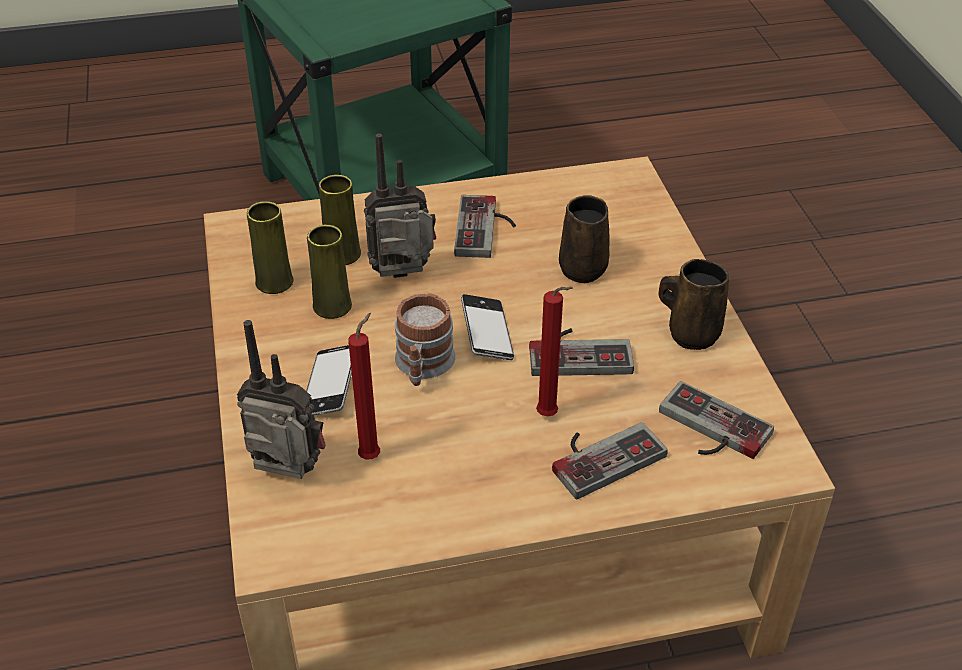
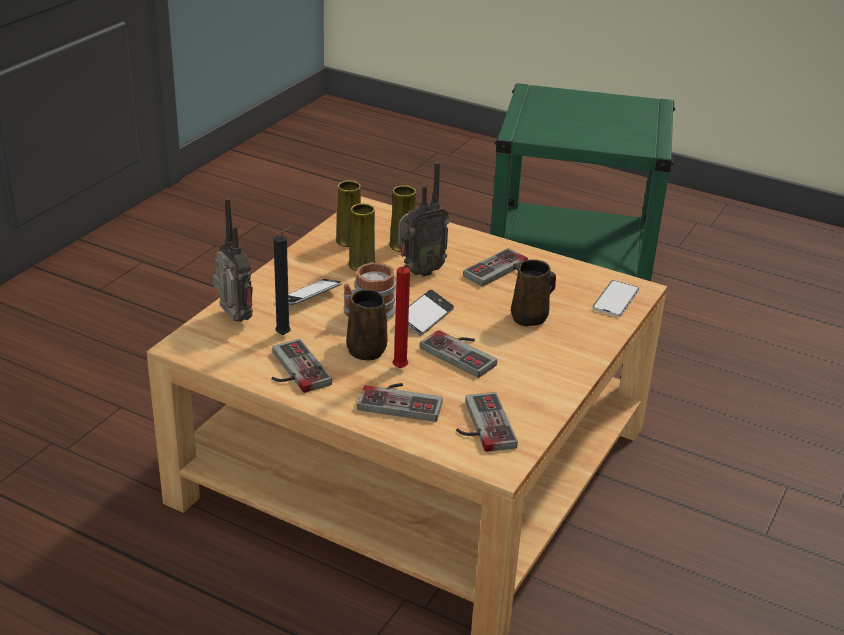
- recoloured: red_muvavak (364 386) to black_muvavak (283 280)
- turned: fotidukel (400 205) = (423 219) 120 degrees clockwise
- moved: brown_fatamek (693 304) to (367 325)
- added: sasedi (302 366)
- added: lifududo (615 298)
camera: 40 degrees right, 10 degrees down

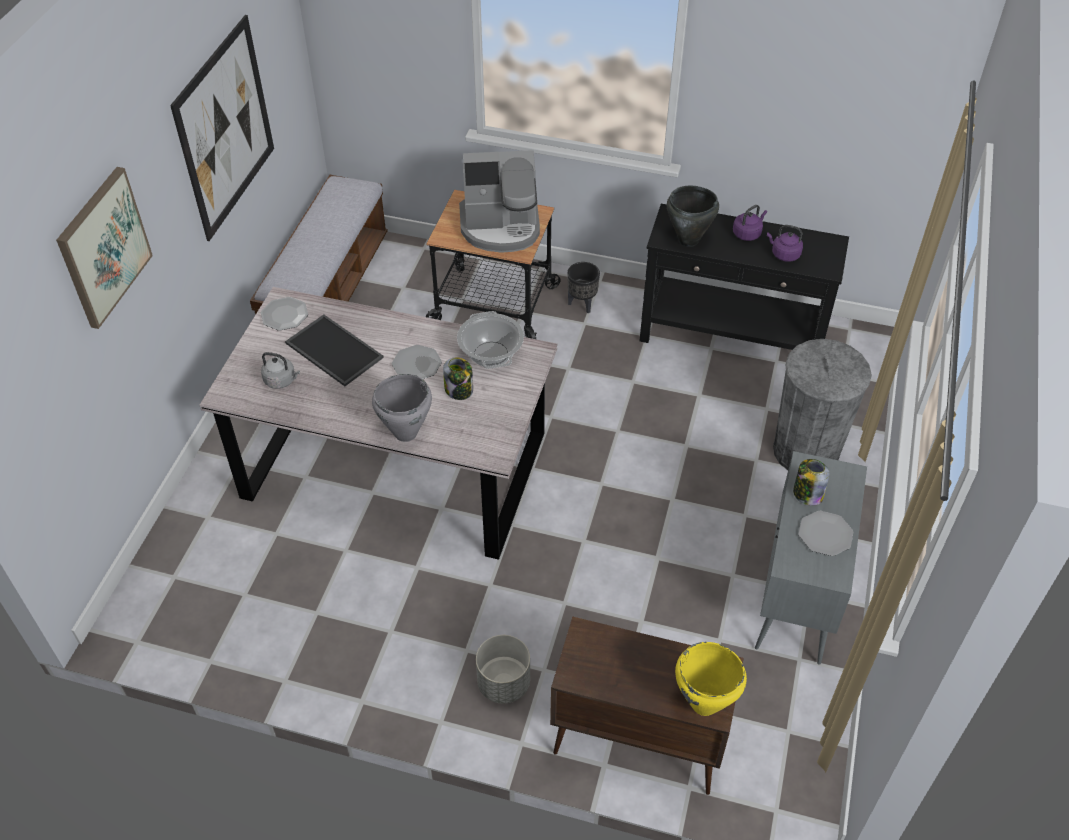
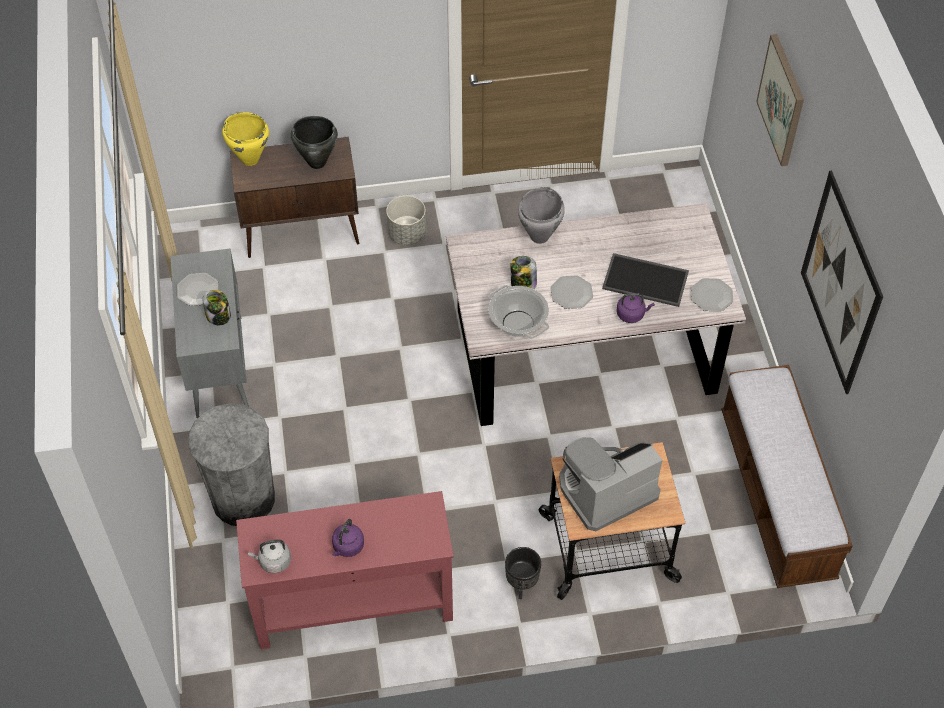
- moved: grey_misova (280 370) to (269 556)
- recoloured: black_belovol (744 277) to red_belovol (345 570)
- moved: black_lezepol (693 216) to (314 142)
- moved: purple_misova (785 243) to (635 308)
camera: 155 degrees right, 5 degrees up

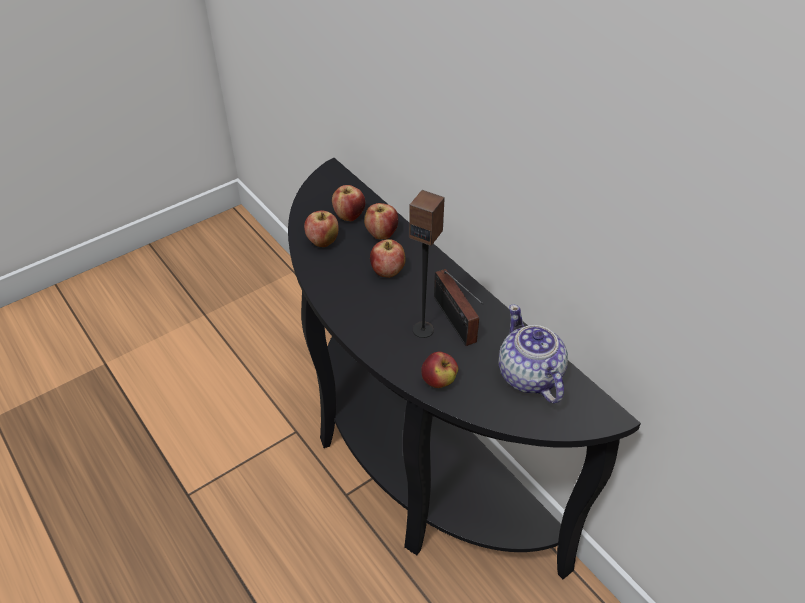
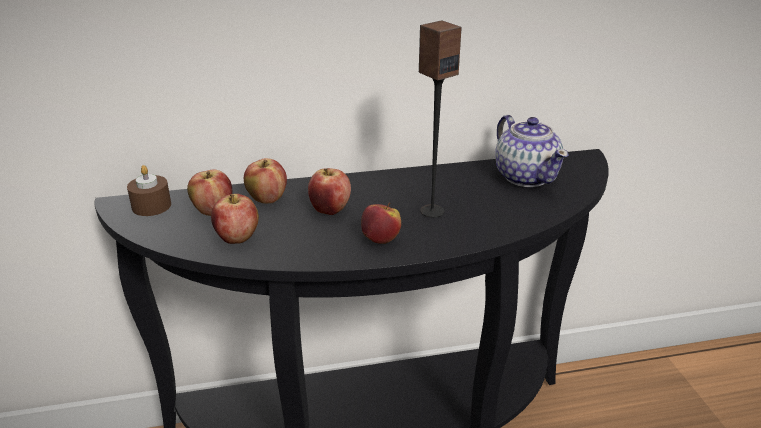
- moved: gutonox (439 370) to (381 223)
- removed: fotidukel (458 307)
- turned: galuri (533 354) = (532 151) 120 degrees counterclockwise
- added: brown_muvavak (149 190)
camera: 65 degrees left, 15 degrees down

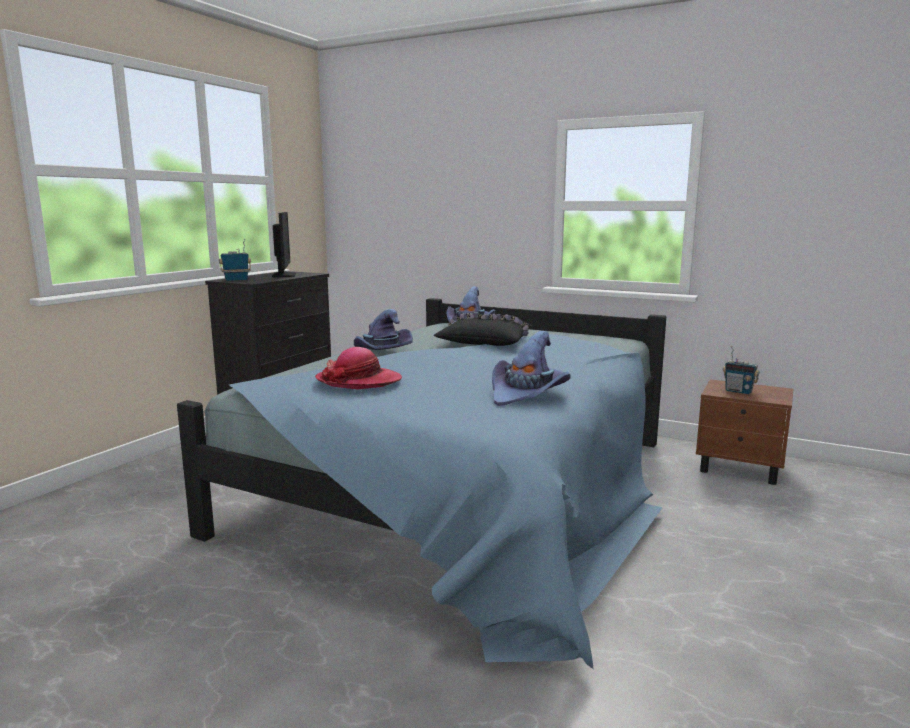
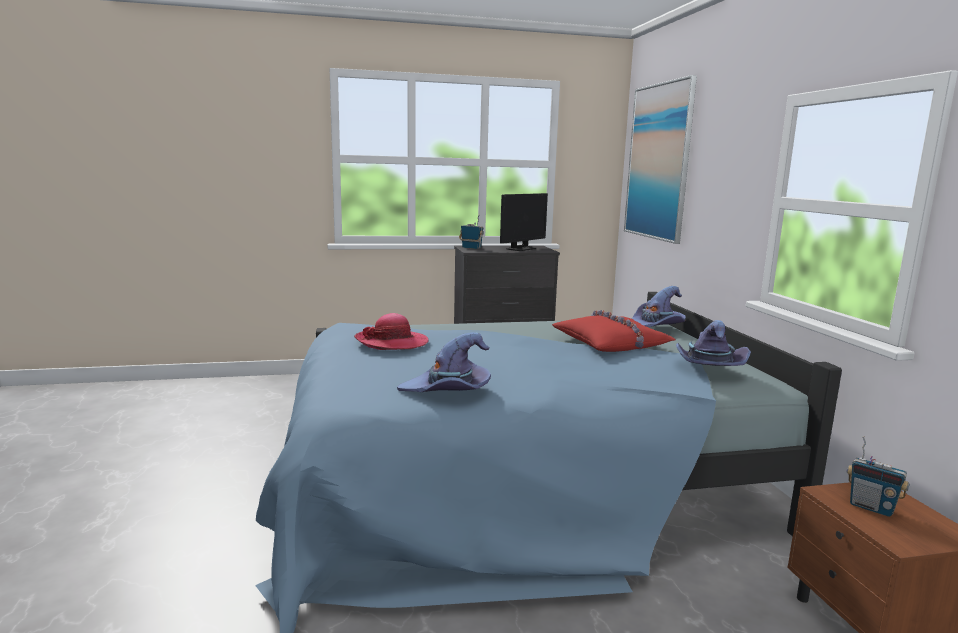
- moved: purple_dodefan (383 329) to (713 343)
- recoloured: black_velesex (483 329) to red_velesex (614 331)
- turned: fotidukel (741 370) = (878 476) 45 degrees counterclockwise
- added: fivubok (660 159)
camera: 50 degrees right, 0 degrees up

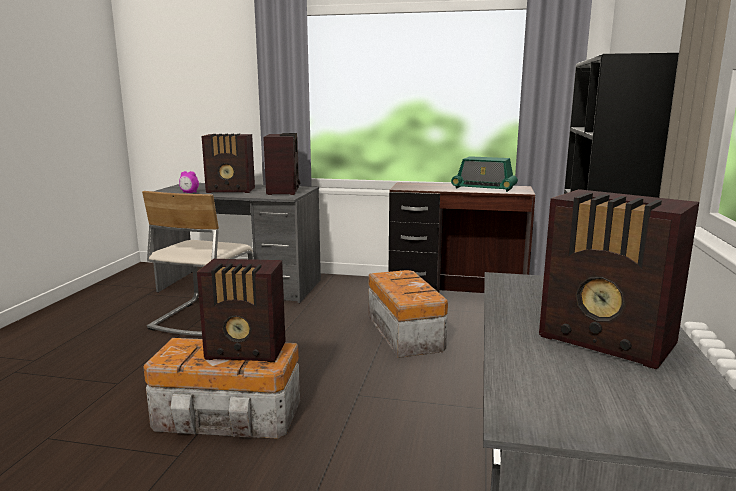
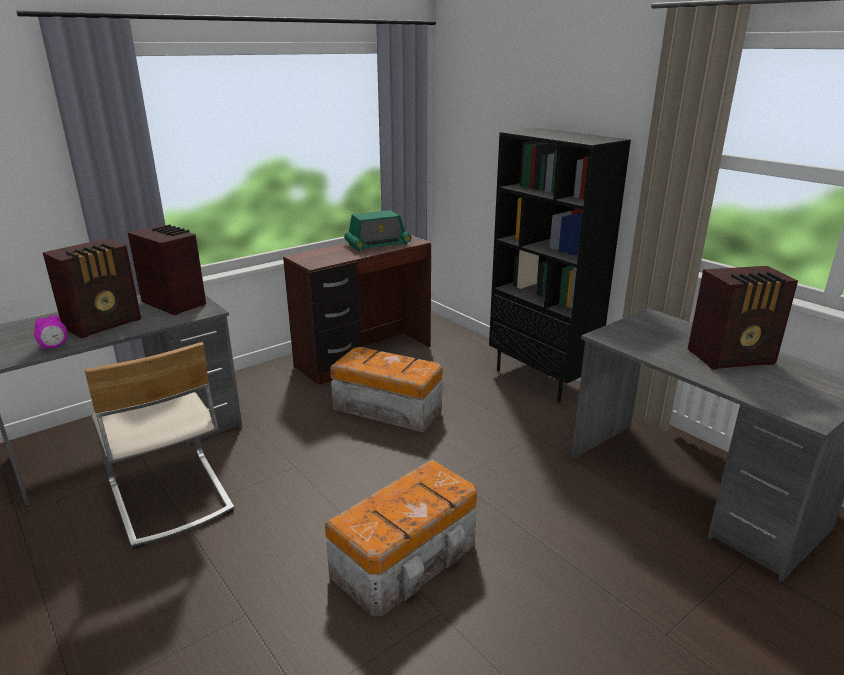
- removed: fotidukel (241 310)
camera: 50 degrees left, 10 degrees up

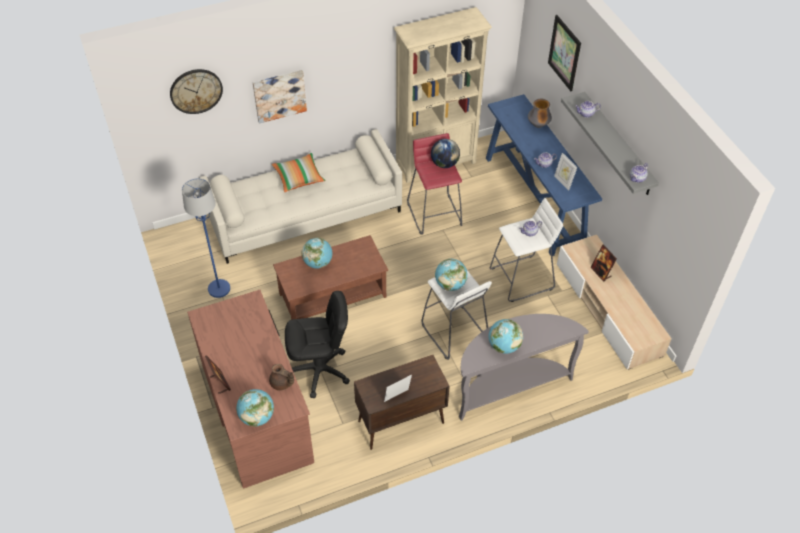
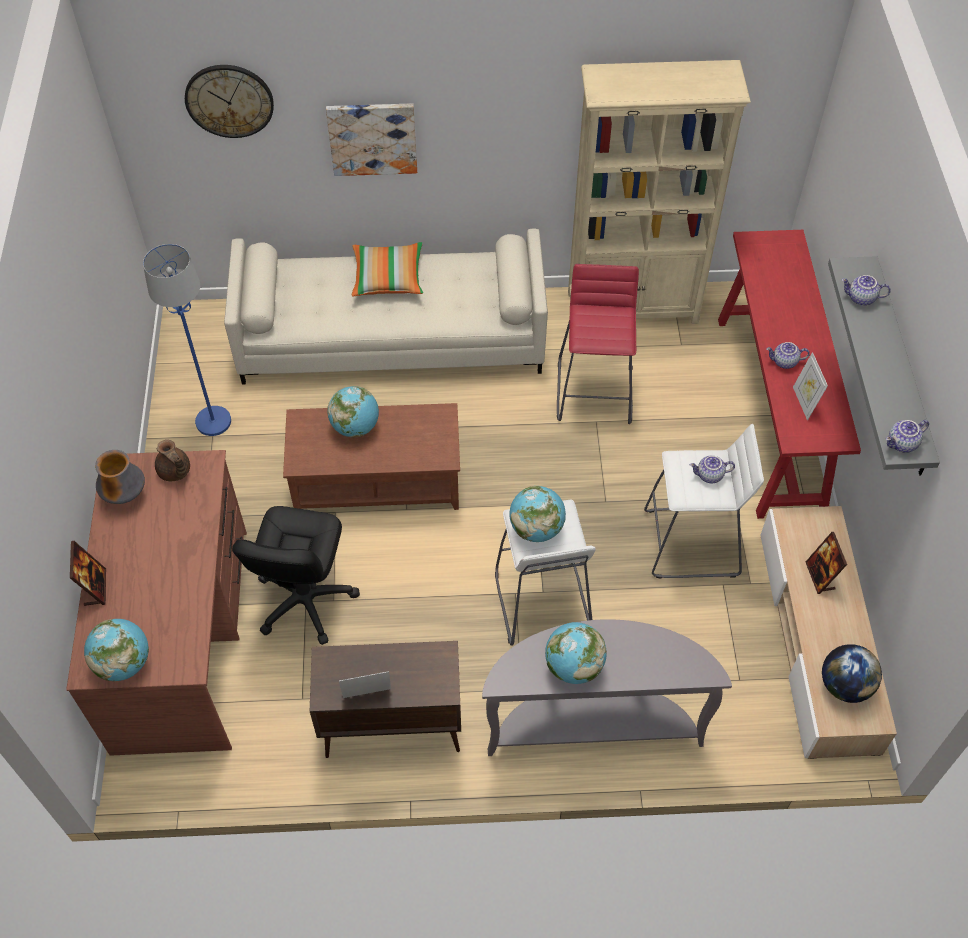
- moved: brown_galuri (281 377) to (172 460)
- turned: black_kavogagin (317 344) = (296 575) 90 degrees clockwise
- moved: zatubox (445 153) to (852 673)
- recoloured: blue_belovol (544 175) to red_belovol (789 374)
- moved: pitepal (540 113) to (120 477)
- removed: fivubok (564 53)
camera: 20 degrees right, 5 degrees up

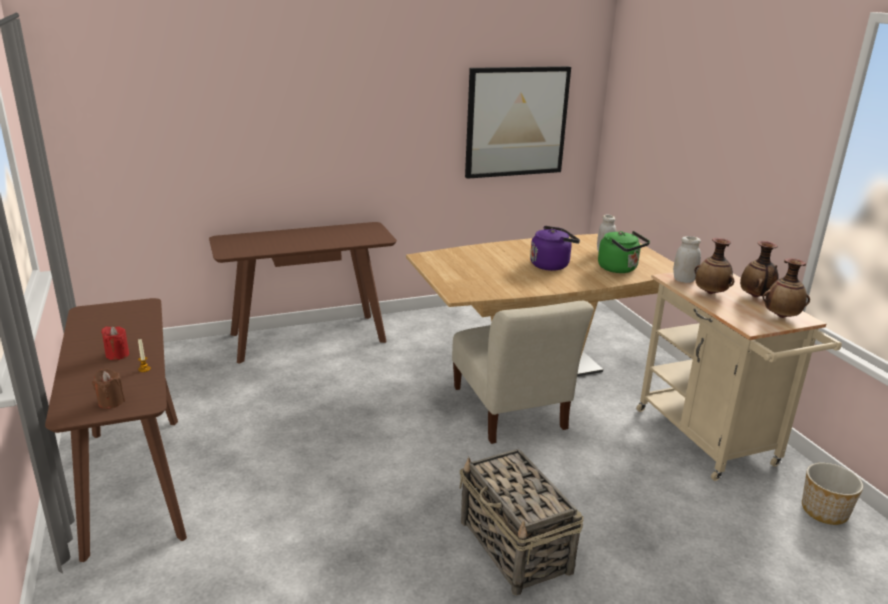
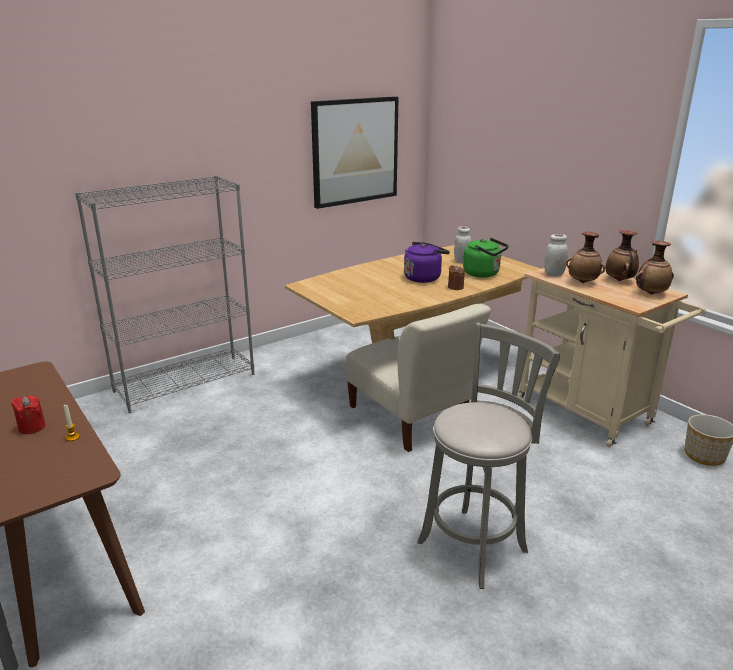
- moved: brown_muvavak (108 388) to (456 277)
- replaced: brown_belovol (303 293) to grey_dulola (165 294)
- replaced: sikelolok (522 522) to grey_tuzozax (488 456)
camera: 15 degrees left, 0 degrees up

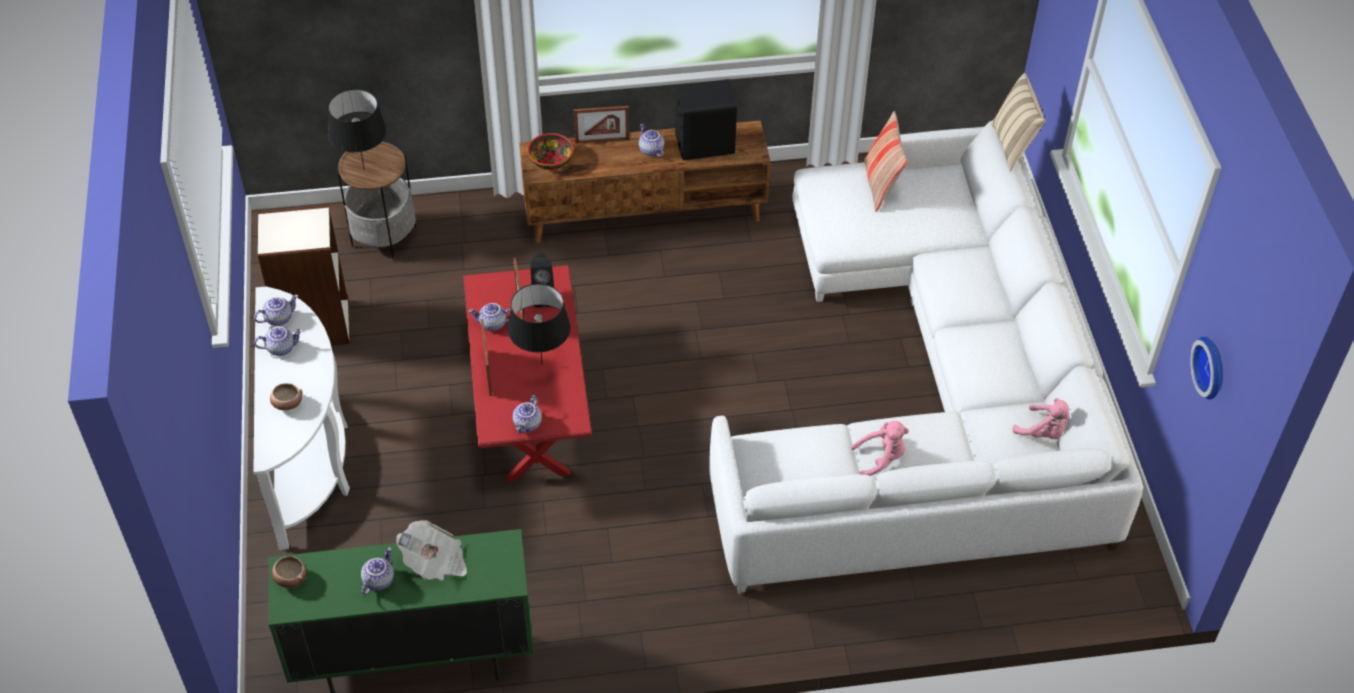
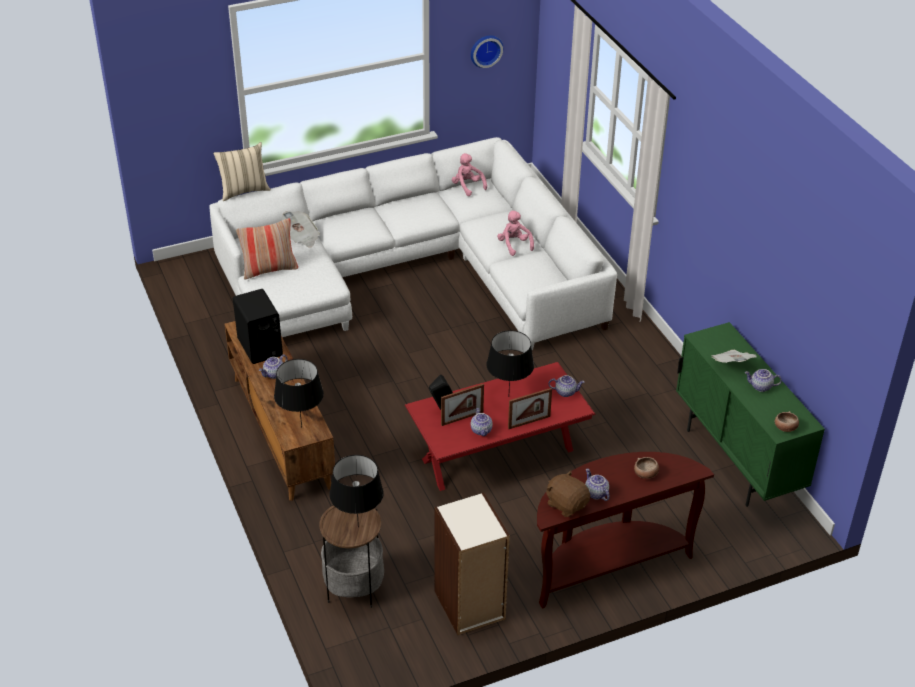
- recoloured: white_belovol (301 418) to brown_belovol (625 530)
- replaced: galuri (276 310) to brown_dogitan (568 494)
- replaced: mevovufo (550 151) to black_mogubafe (299 393)
- removed: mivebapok (601 125)
- turned: pink_dogitan (1041 418) = (469 174) 60 degrees counterclockwise
- added: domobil (301 229)
camera: 105 degrees left, 10 degrees down

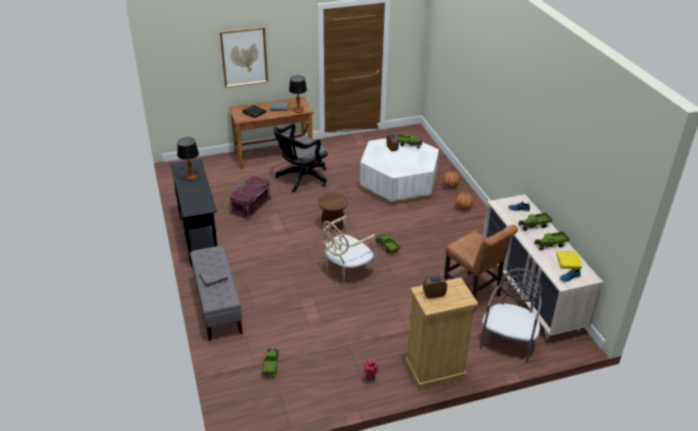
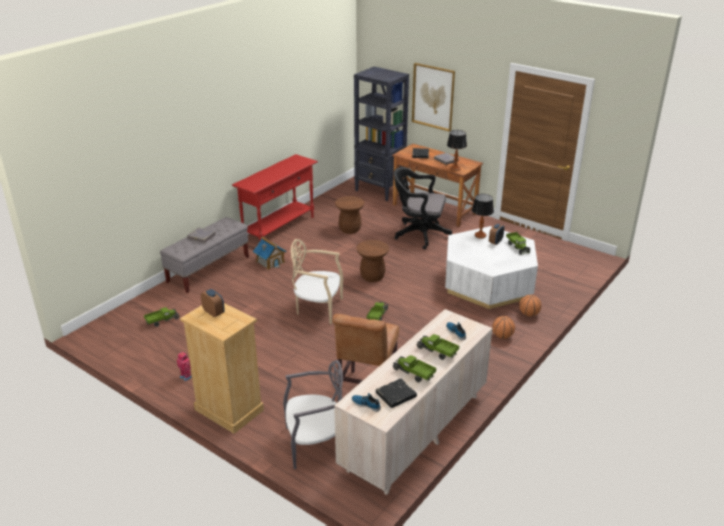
- recoloured: black_belovol (194 213) to red_belovol (275 197)
- moved: mogubafe (188 158) to (483 216)
- replaced: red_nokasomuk (250 198) to brown_tuzozax (349 215)
- recoloured: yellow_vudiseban (569 260) to black_vudiseban (396 393)
- added: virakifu (269 253)
- added: black_dulola (381 133)
camera: 55 degrees right, 5 degrees down

